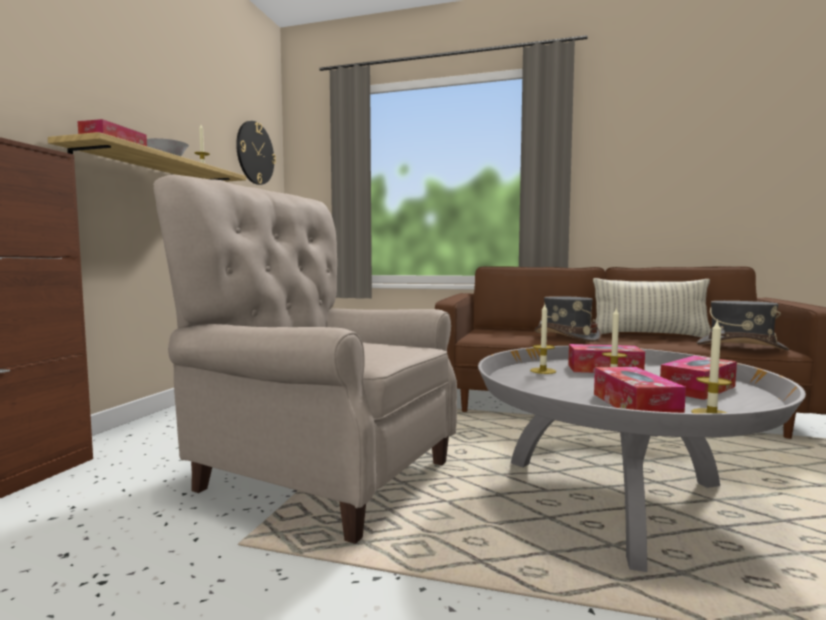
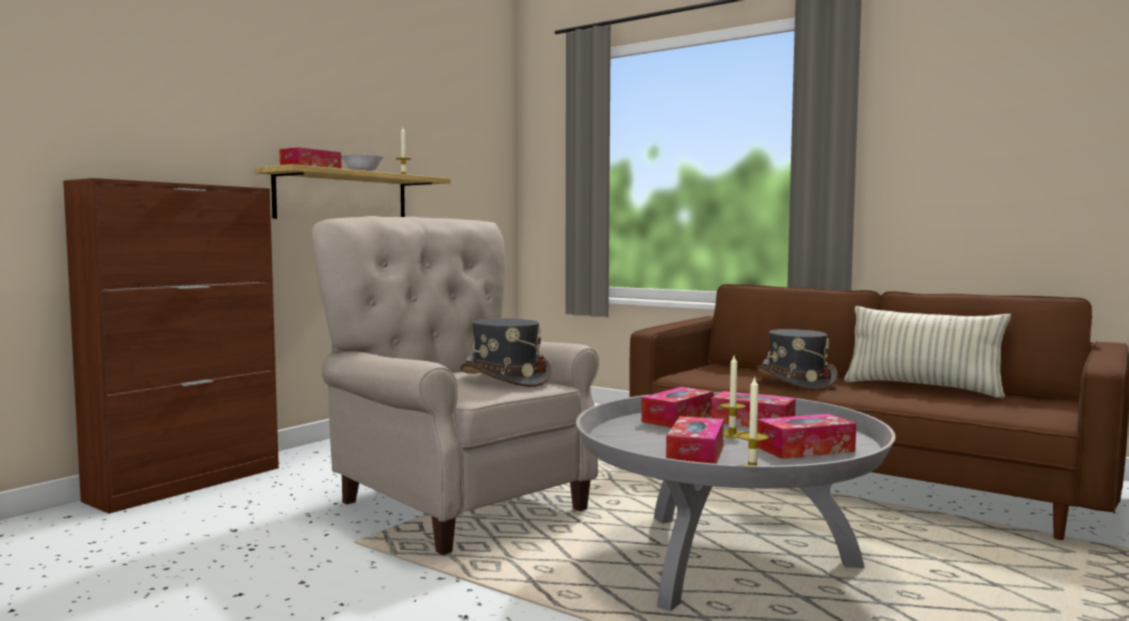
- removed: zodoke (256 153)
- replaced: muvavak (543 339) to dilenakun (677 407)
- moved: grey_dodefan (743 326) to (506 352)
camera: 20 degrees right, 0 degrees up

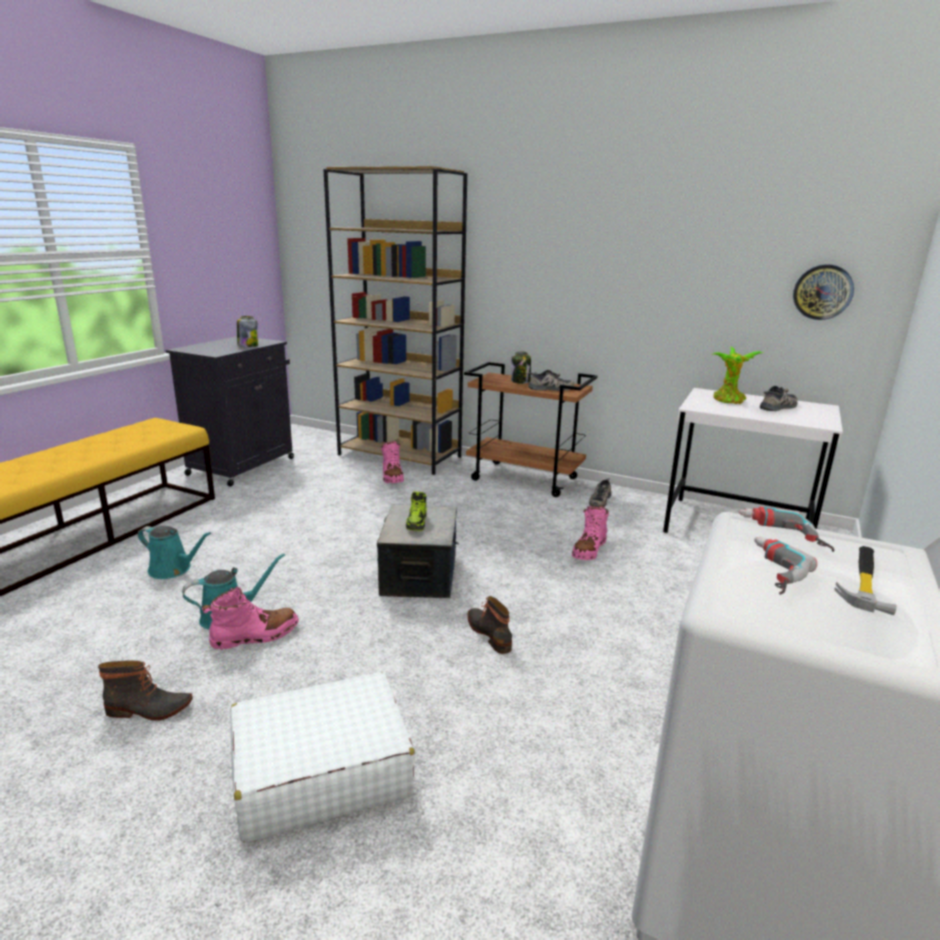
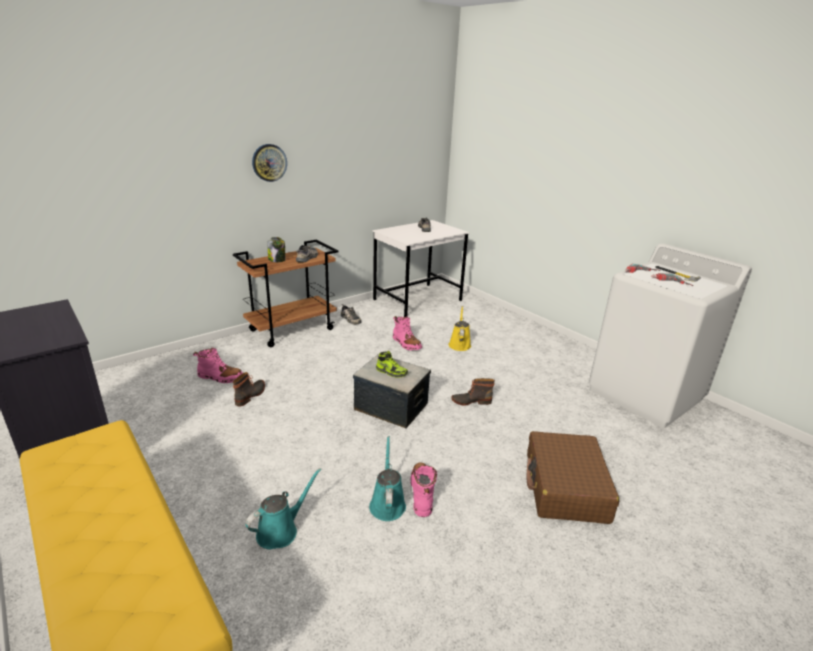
- moved: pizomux (145 691) to (249 389)
- recoloured: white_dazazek (322 757) to brown_dazazek (573 477)
- removed: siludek (247 331)
- removed: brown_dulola (395 320)
- removed: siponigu (738 375)
- moved: zodoke (823 292) to (269 163)
- added: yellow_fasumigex (459 328)
camera: 65 degrees left, 5 degrees up

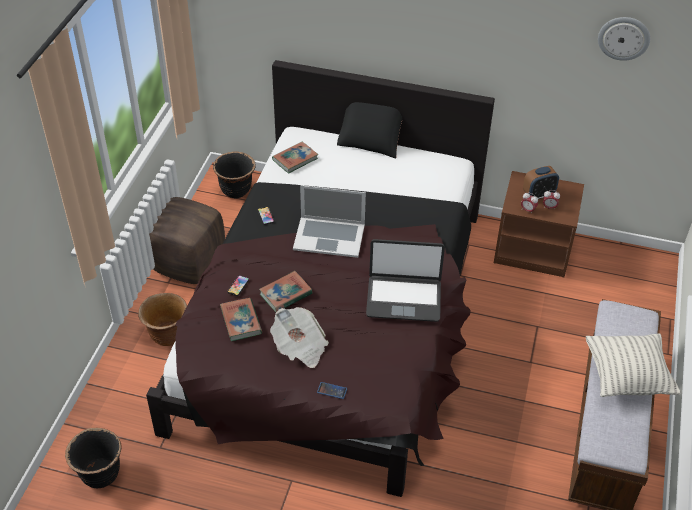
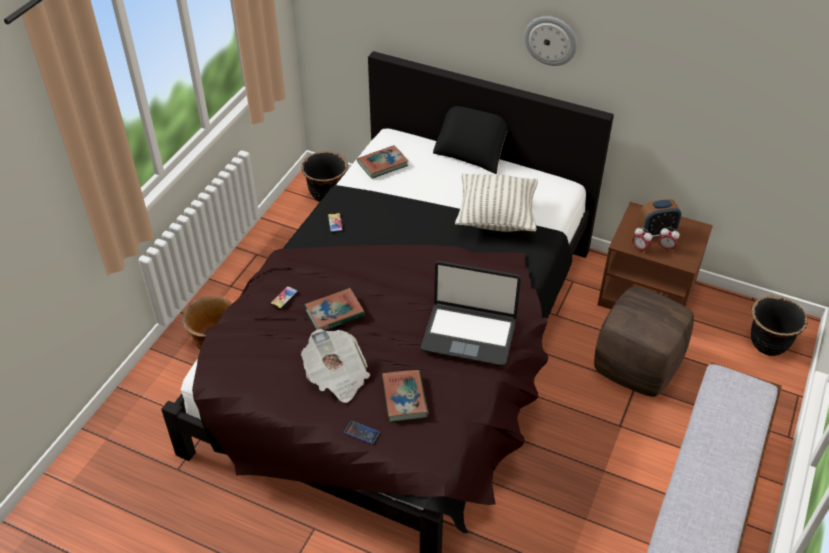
- moved: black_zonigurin (93 458) to (779 325)
- moved: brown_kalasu (187 240) to (644 342)
- moved: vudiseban (241 319) to (405 396)
- removed: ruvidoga (329 221)
- moved: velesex (633 365) to (496 202)
- moved: zodoke (624 39) to (550 41)
camera: 10 degrees right, 0 degrees up

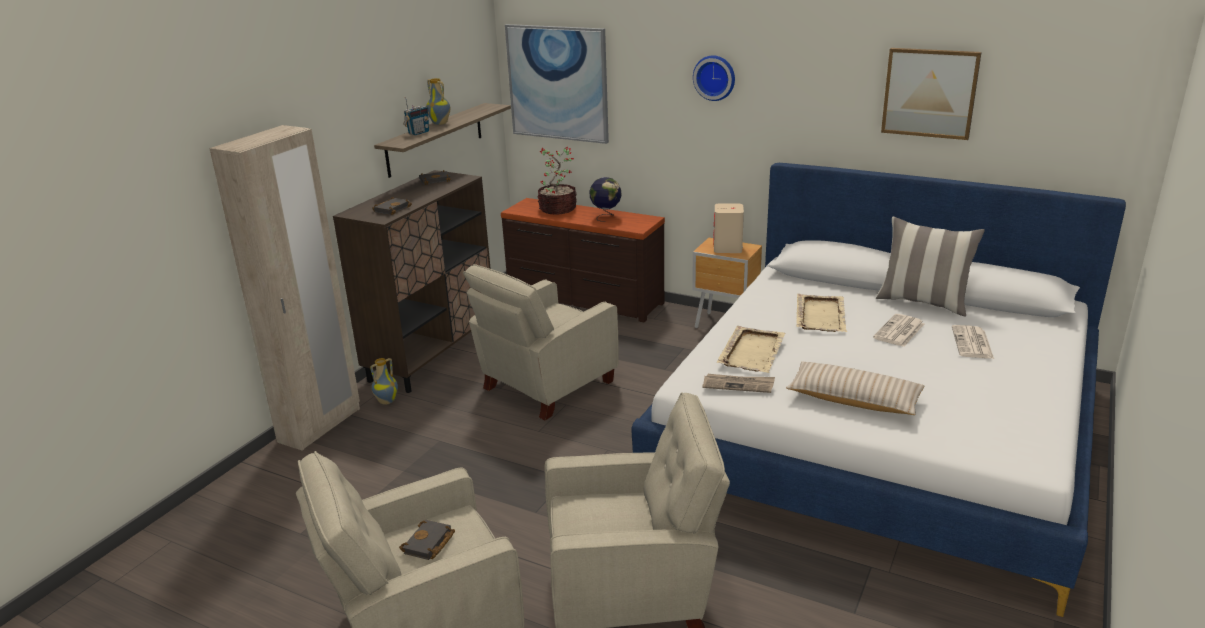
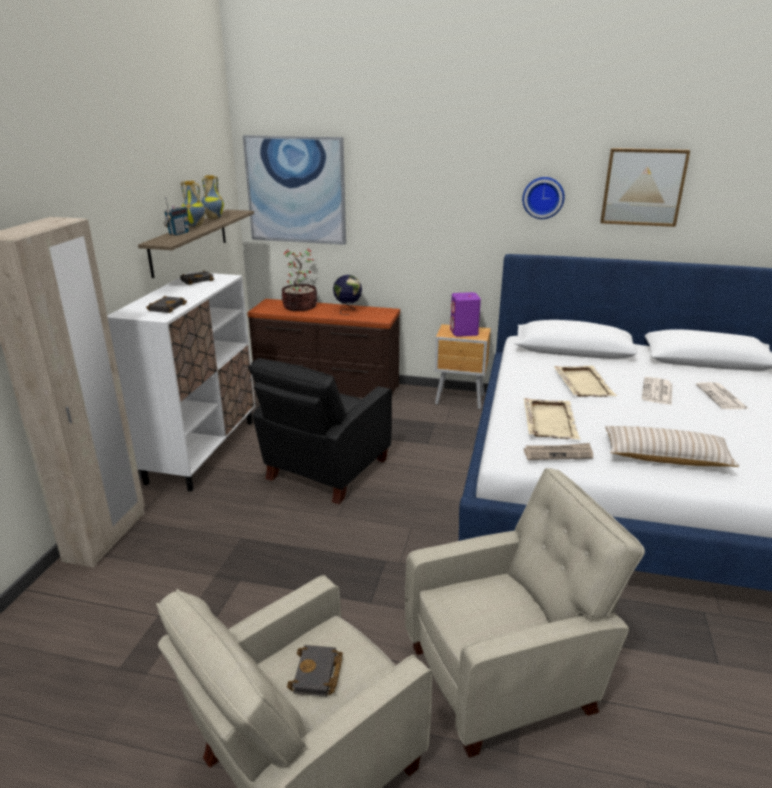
- recoloured: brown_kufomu (412 281) to white_kufomu (181 382)
- moved: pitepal (384 381) to (212 197)
- recoloured: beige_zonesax (541 342) to black_zonesax (320 431)
- moved: zodoke (714 78) to (543 198)
- recoloured: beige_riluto (728 228) to purple_riluto (465 314)
- removed: velesex (930 266)
camera: 15 degrees left, 0 degrees up

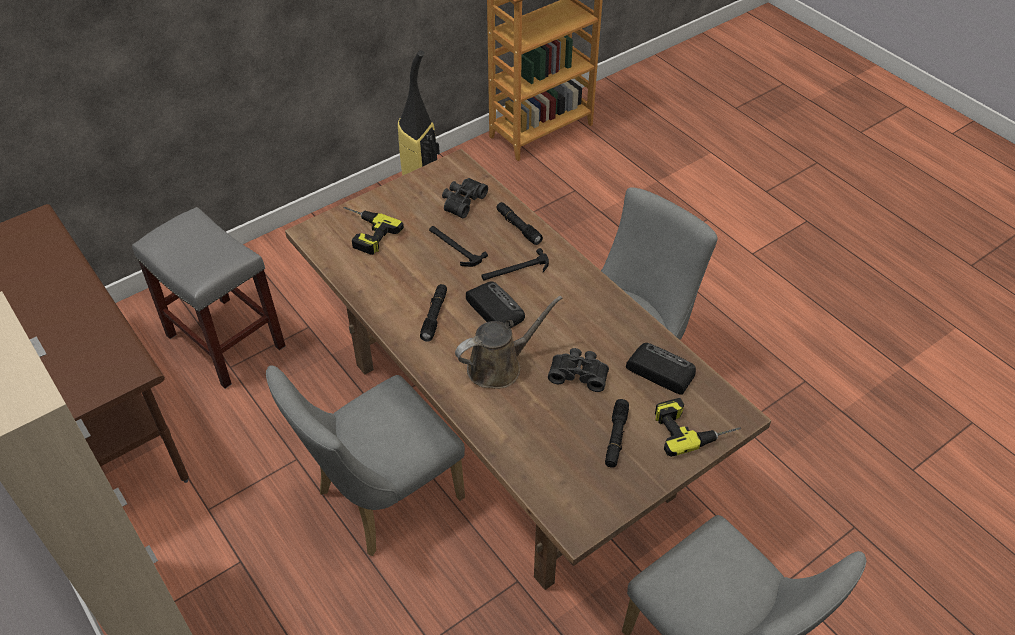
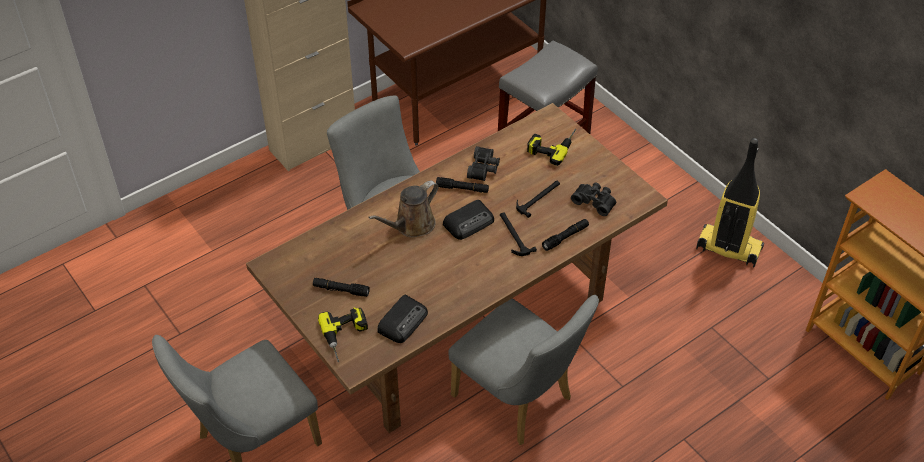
- turned: brown_fasumigex (508 342) = (403 209) 75 degrees clockwise
- moved: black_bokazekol (578 370) to (483 163)
camera: 90 degrees right, 0 degrees up

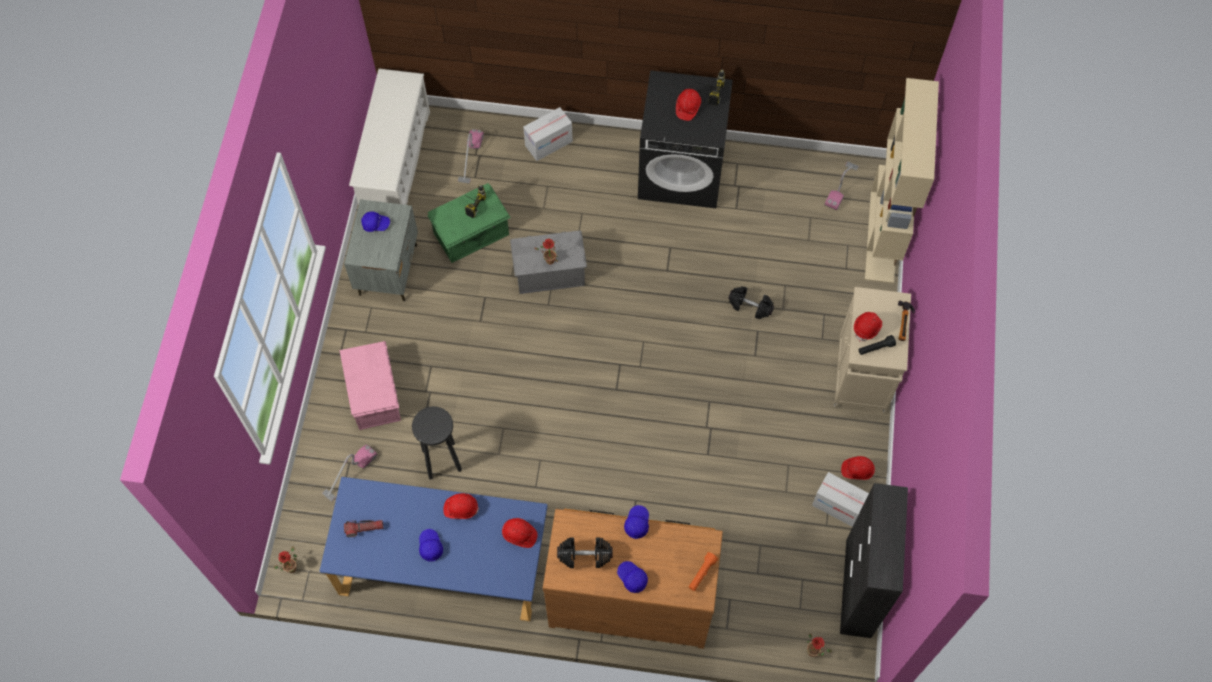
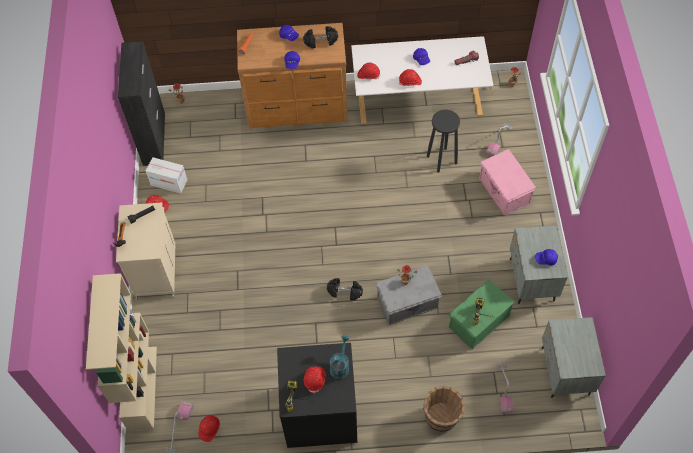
- recoloured: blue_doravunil (433 549) to white_doravunil (422 80)
- replaced: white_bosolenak (389 137) to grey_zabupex (574 357)
- replaced: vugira (548 134) to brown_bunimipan (444 409)
- moved: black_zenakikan (751 302) to (345 289)
- moved: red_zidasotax (868 326) to (209 428)
- added: turquoise_fasumigex (339 357)
camera: 170 degrees right, 5 degrees down

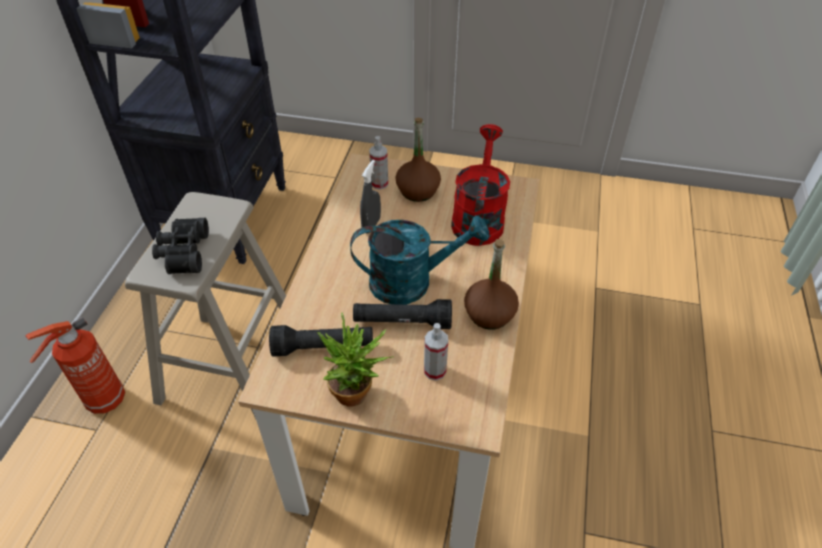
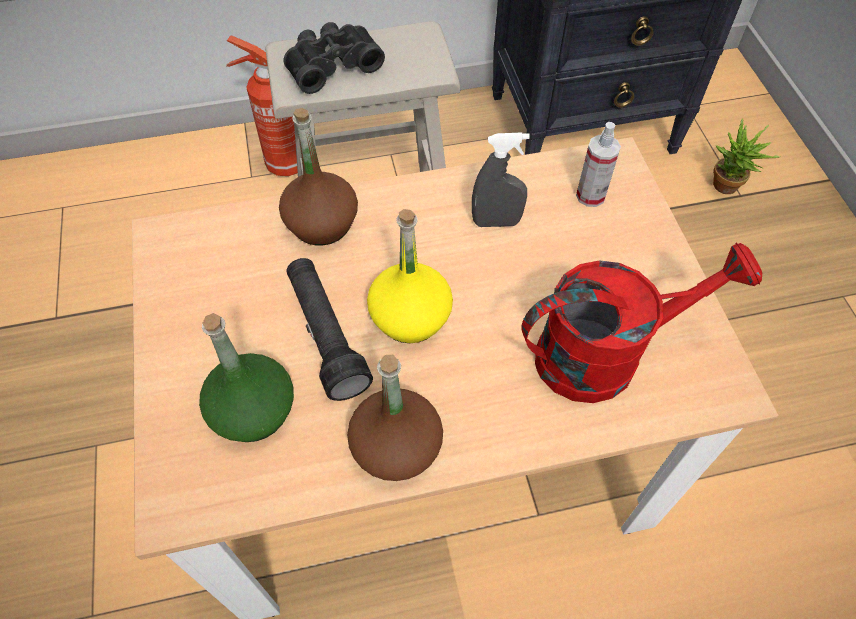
- removed: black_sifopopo (321 341)
- moved: siponigu (355 359) to (746 156)
- replaced: turquoise_fasumigex (419 260) to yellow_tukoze (410 276)
- moved: brown_tukoze (418 160) to (318 176)
- replaced: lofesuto (436 352) to green_tukoze (246 377)
camera: 65 degrees right, 10 degrees up

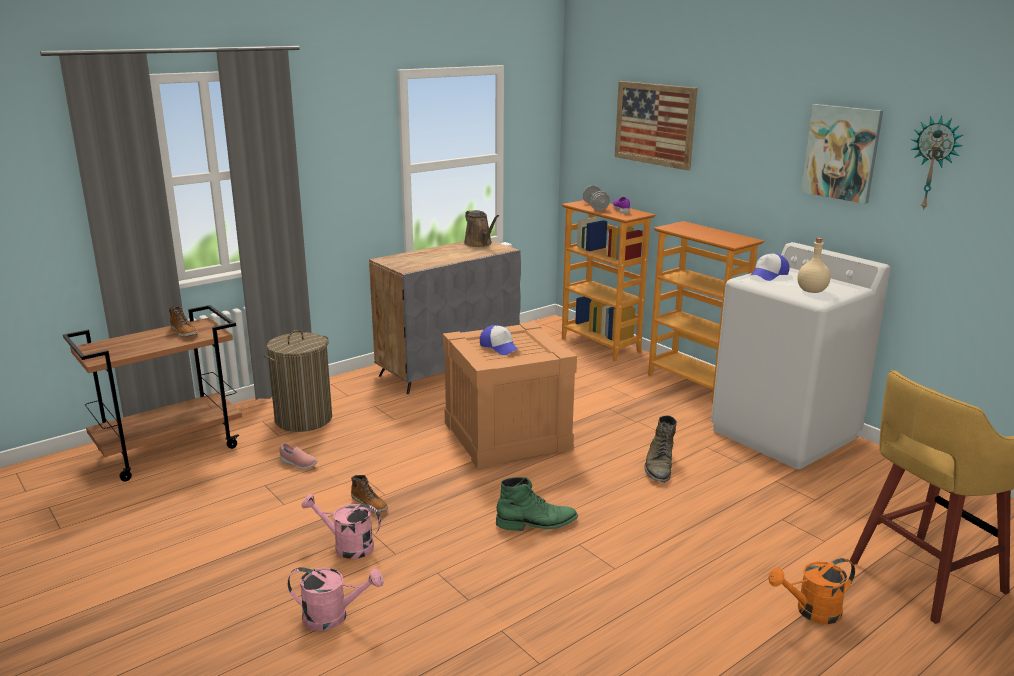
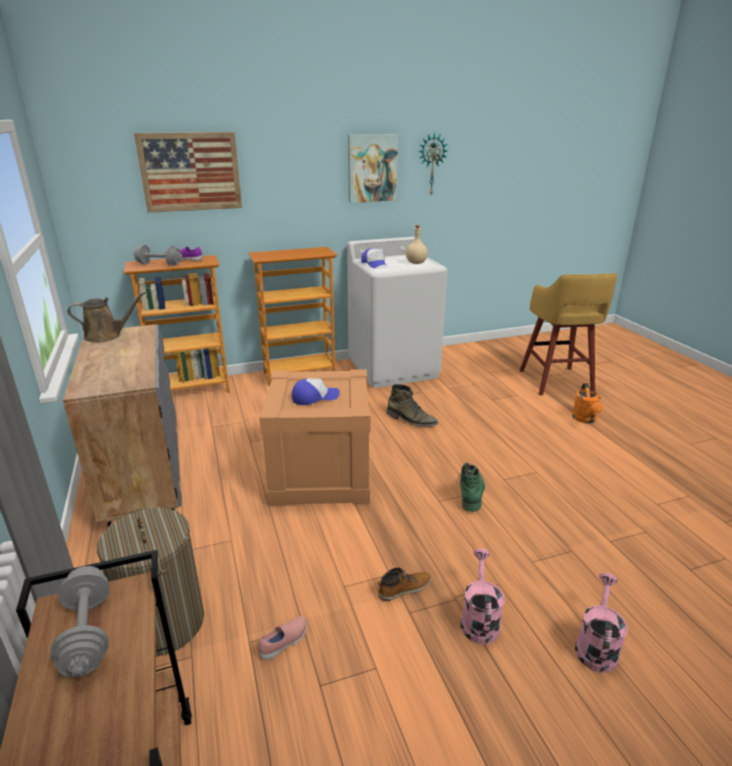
- replaced: pizomux (183 321) to grey_zenakikan (80 621)
- turned: pink_fasumigex (341 526) = (483 596) 150 degrees clockwise
camera: 70 degrees left, 5 degrees up

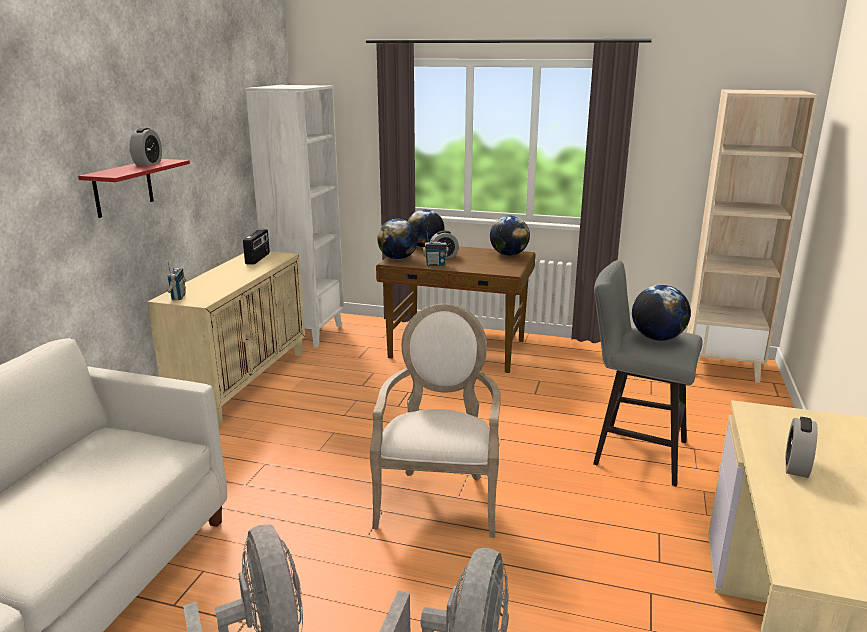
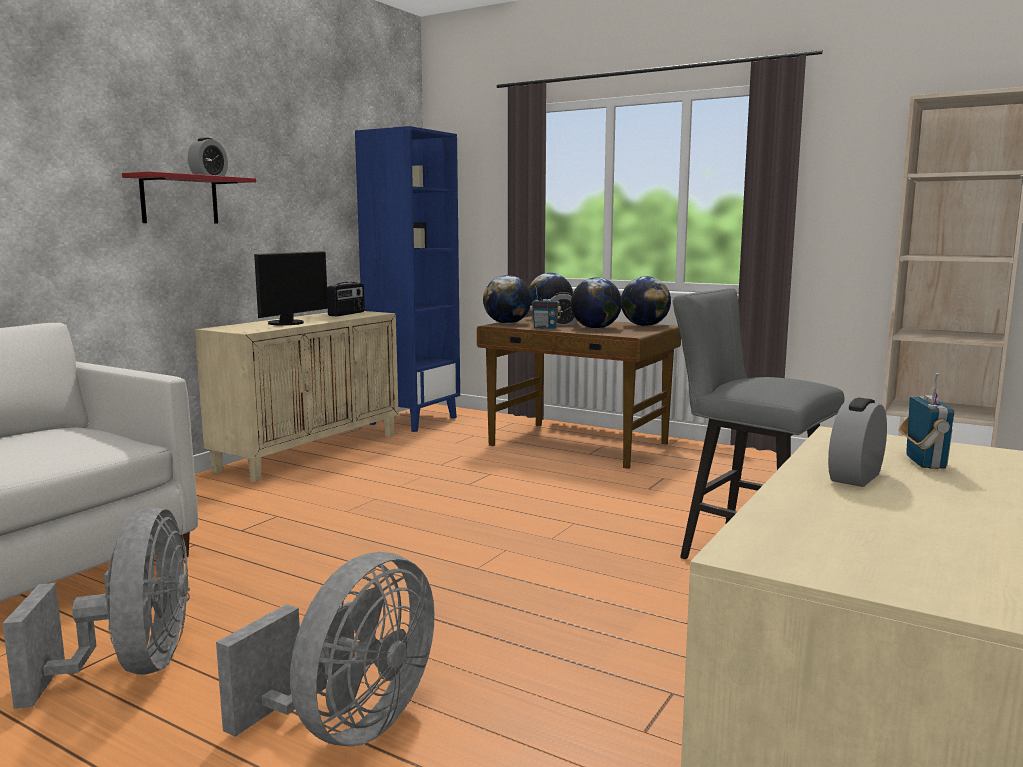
- moved: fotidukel (176 280) to (926 421)
- recoloured: white_dulola (294 216) to blue_dulola (407 279)
- removed: zonesax (435 421)
- moved: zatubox (661 313) to (596 303)
- added: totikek (291 288)
camera: 15 degrees right, 10 degrees down

